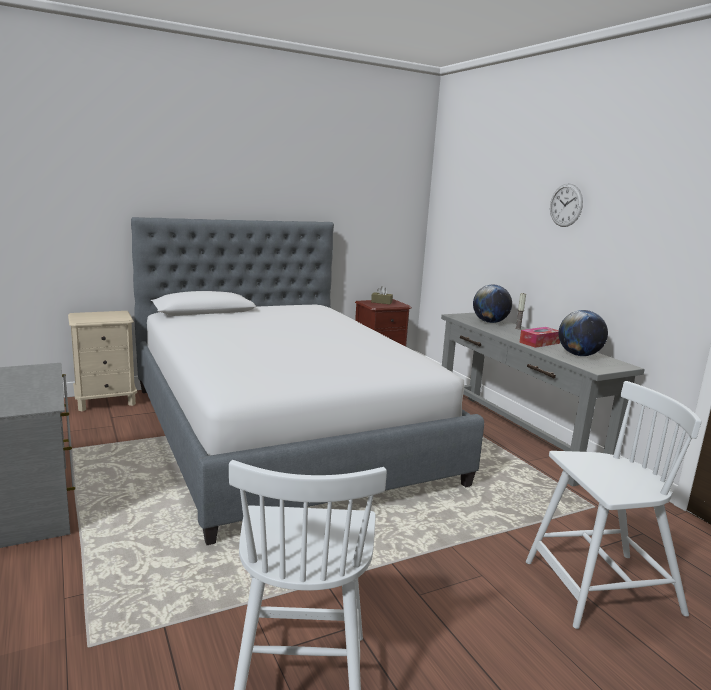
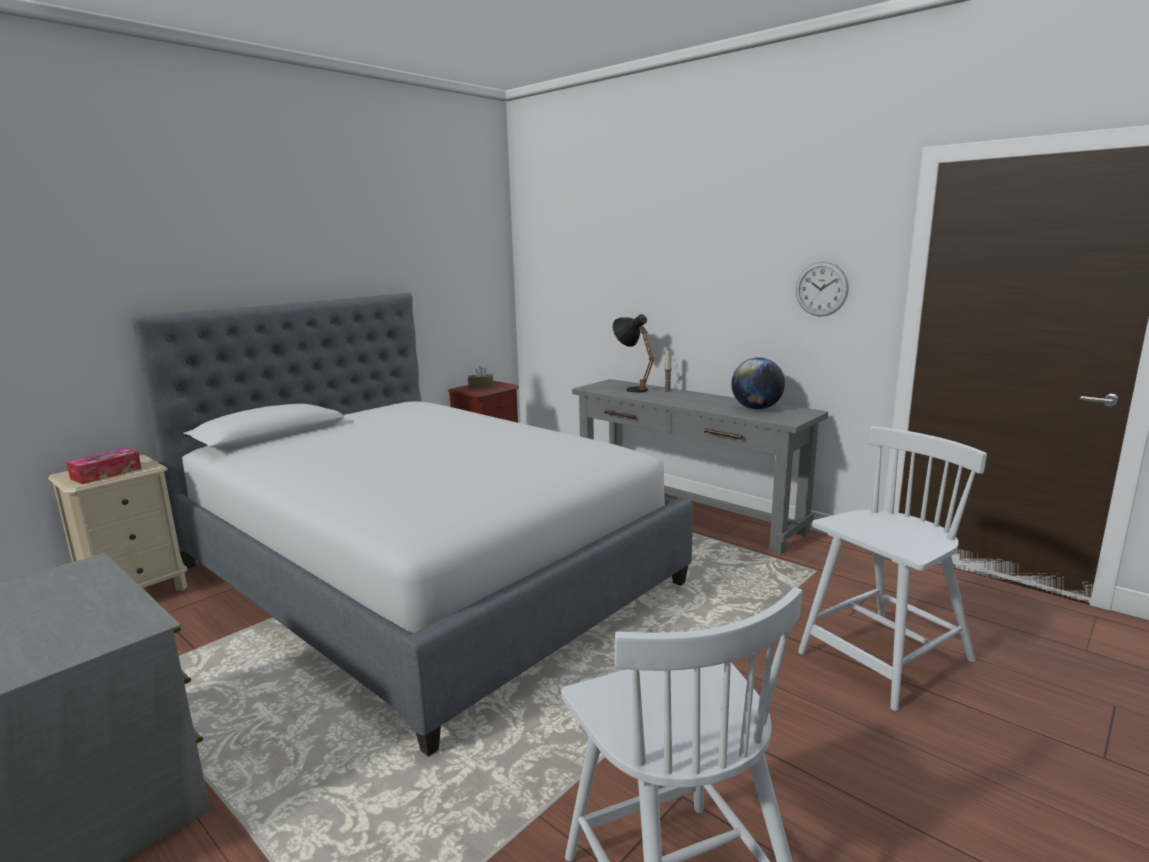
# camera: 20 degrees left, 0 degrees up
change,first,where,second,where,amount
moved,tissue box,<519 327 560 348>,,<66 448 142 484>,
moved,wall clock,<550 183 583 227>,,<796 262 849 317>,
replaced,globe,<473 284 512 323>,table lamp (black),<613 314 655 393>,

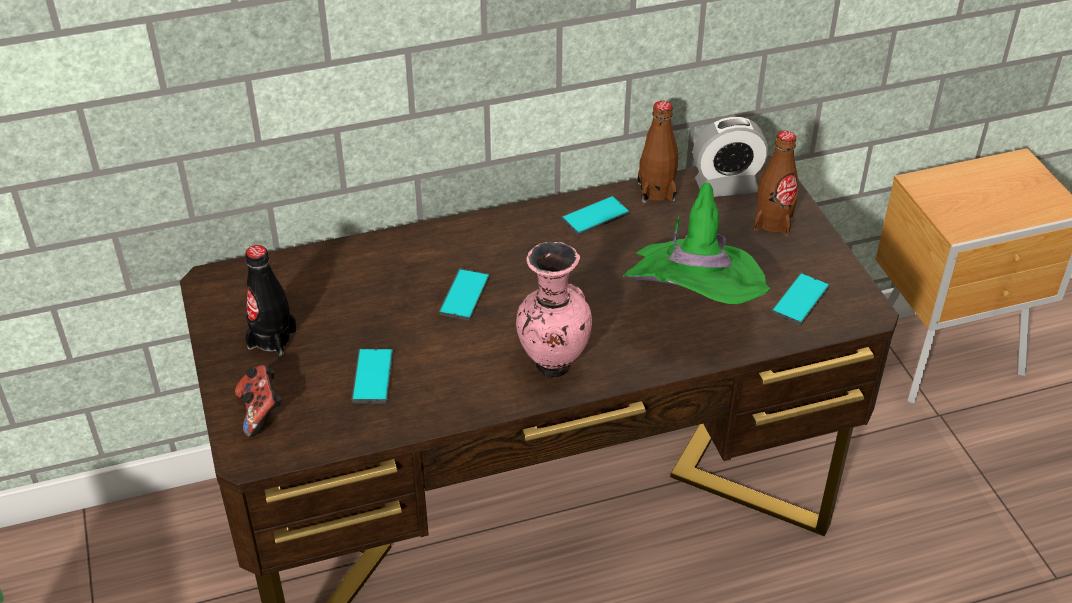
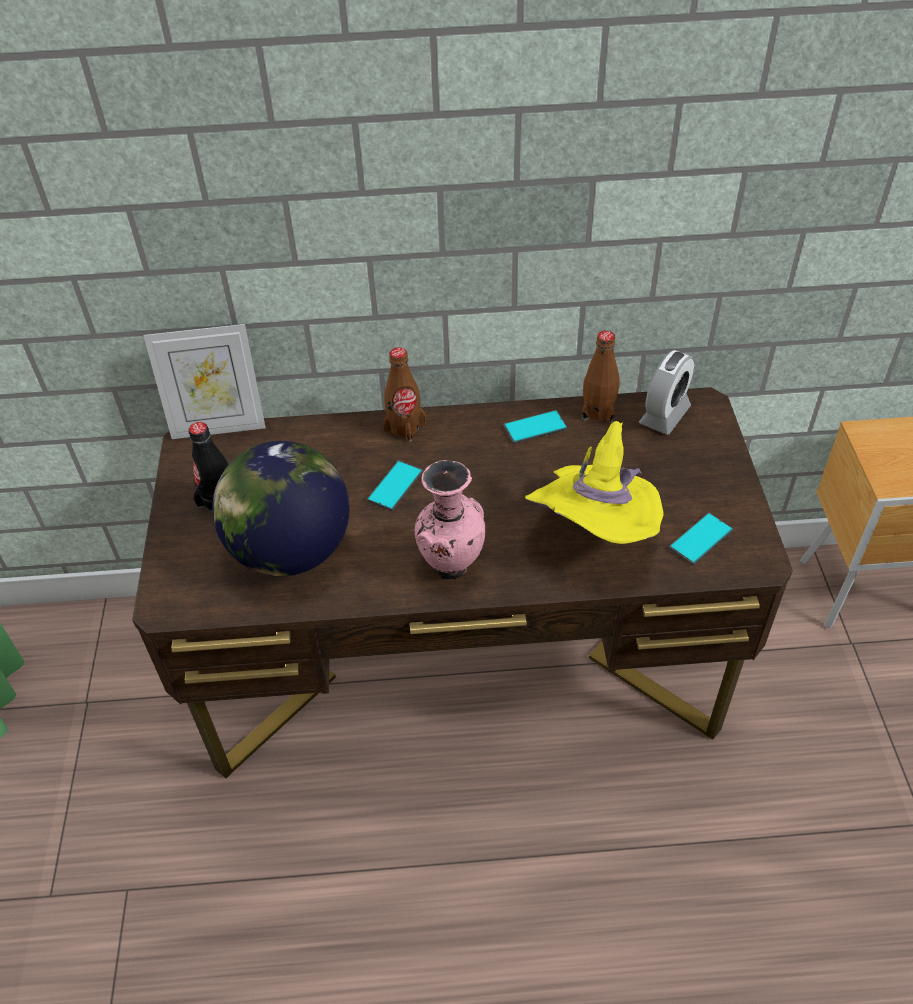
# camera: 15 degrees right, 5 degrees up
change,first,where,second,where,amount
removed,game controller,<235 365 282 437>,,,
added,,,picture frame,<143 324 266 439>,
moved,bottle (brown),<754 131 798 236>,,<383 347 426 442>,
replaced,phone,<351 348 393 404>,globe,<212 441 350 576>,
recoloured,hat (green),<623 182 770 304>,hat (yellow),<525 421 664 544>,
turned,alarm clock,<693 117 768 197>,,<639 350 694 435>,60 degrees counterclockwise

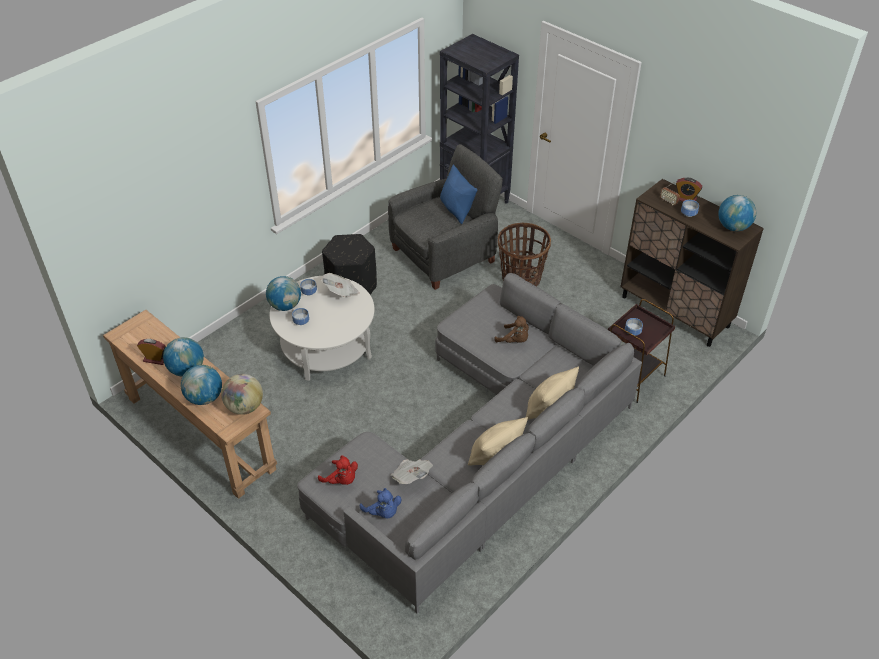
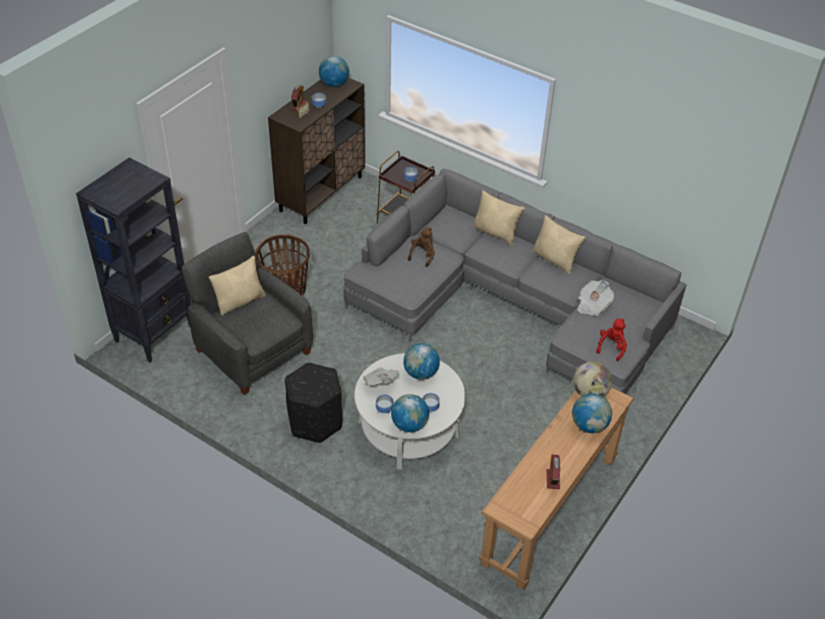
# camera: 100 degrees left, 0 degrees up
change,first,where,second,where,amount
removed,plush toy (blue),<360 488 401 519>,,,
moved,globe,<163 337 204 377>,,<403 343 440 380>,
recoloured,pillow (blue),<440 165 477 224>,pillow (beige),<209 256 266 315>,

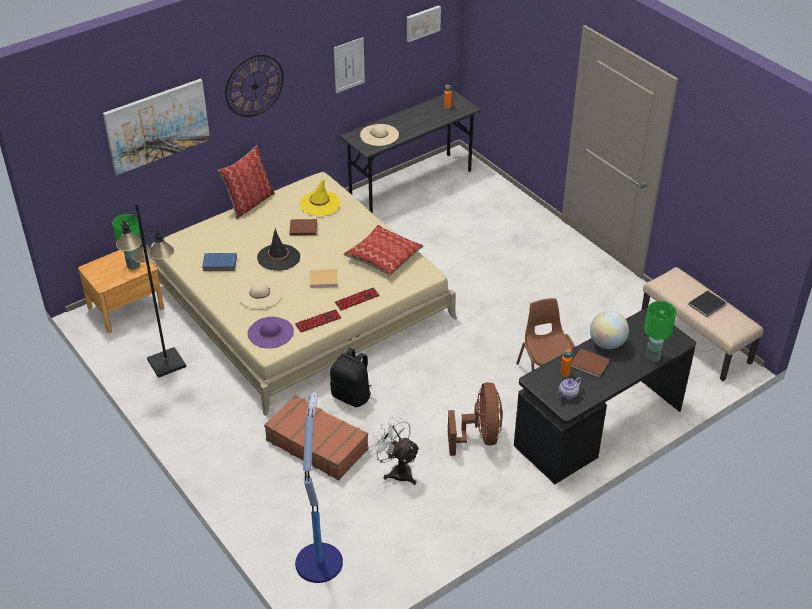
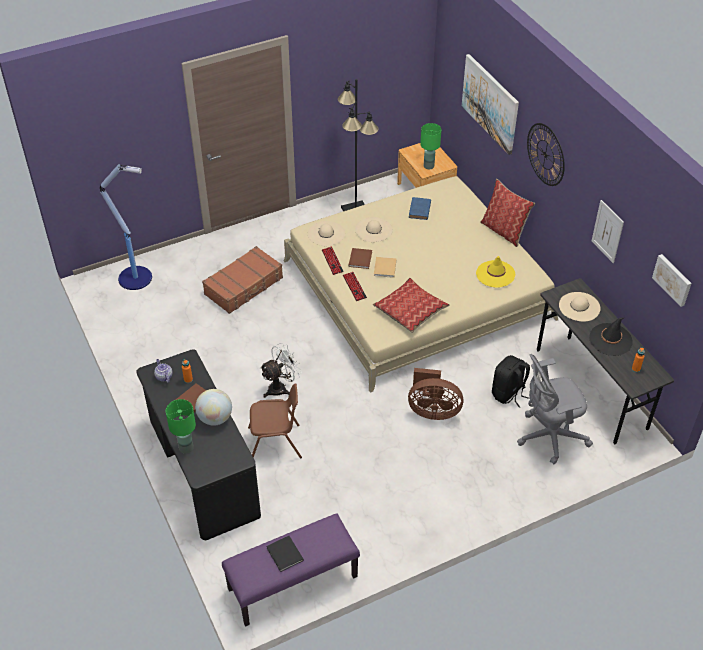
# camera: 100 degrees right, 5 degrees up
change,first,where,second,where,amount
added,,,office chair (grey),<517 354 593 465>,
moved,hat (black),<257 228 300 271>,,<589 318 633 356>,
moved,book (brown),<289 219 317 236>,,<349 248 372 269>,
moved,backpack (black),<330 348 372 407>,,<492 355 530 408>,
moved,fan (white),<370 417 420 485>,,<260 343 302 398>,
moved,fan (brown),<448 382 503 456>,,<408 368 463 420>,
recoloured,hat (purple),<248 317 294 349>,hat (beige),<308 221 345 246>,
recoloured,bench (beige),<641 267 764 381>,bench (purple),<222 513 360 626>,

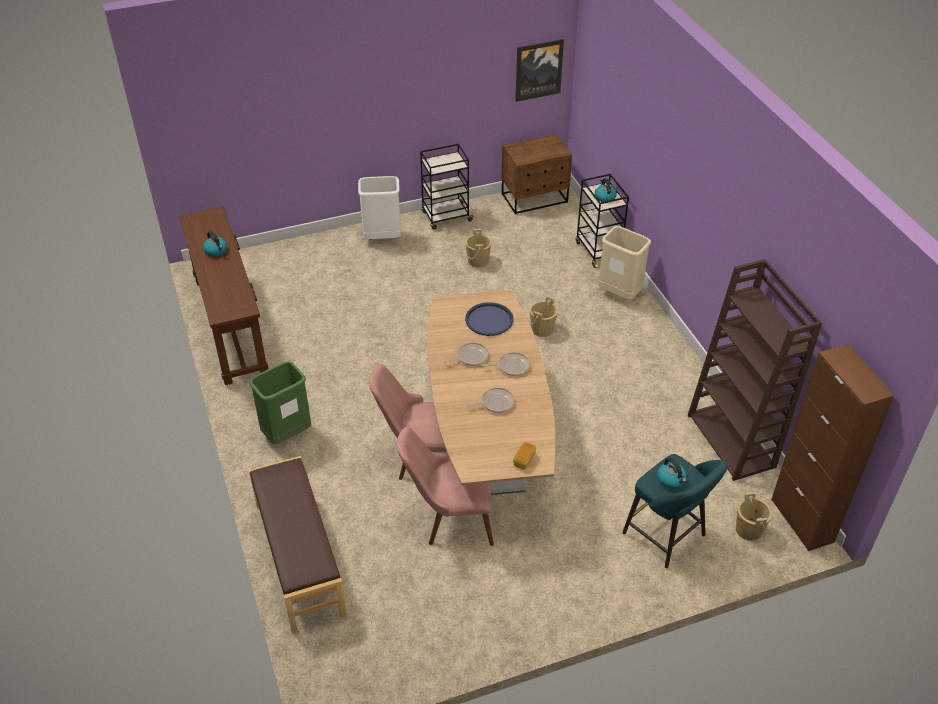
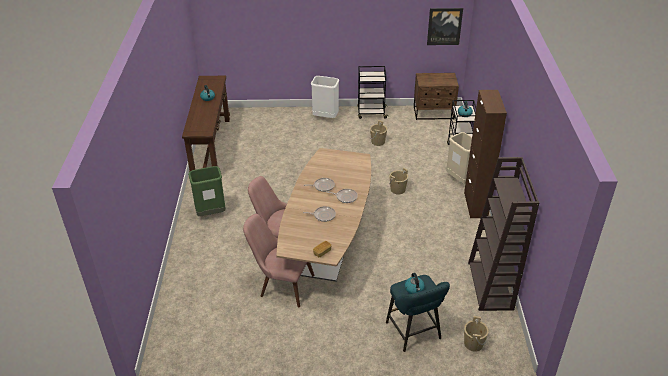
# camera: 20 degrees right, 5 degrees down
change,first,where,second,where,amount
removed,bench (brown),<249 456 347 633>,,,
removed,tray (blue),<465 302 514 336>,,,
moved,cabinet (brown),<771 344 895 551>,,<464 90 507 218>,

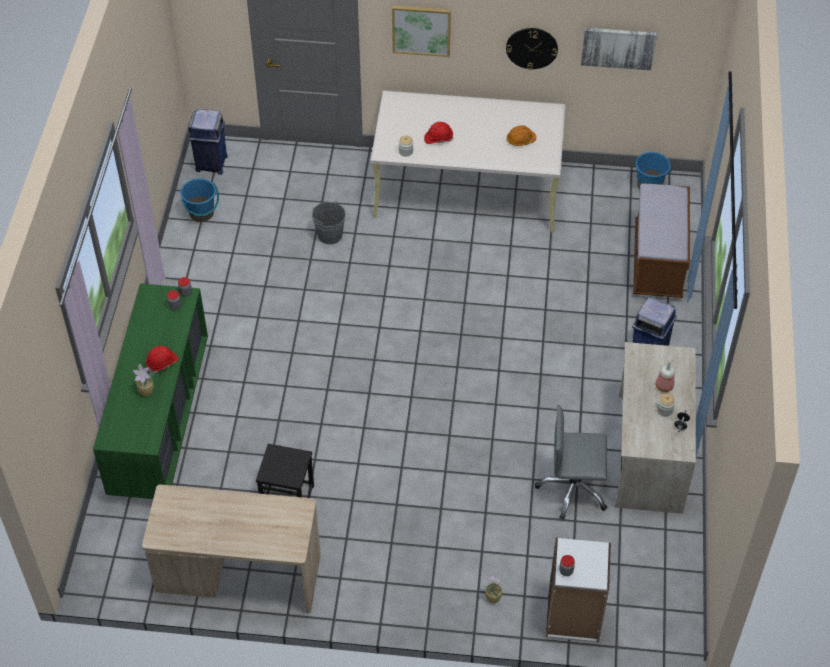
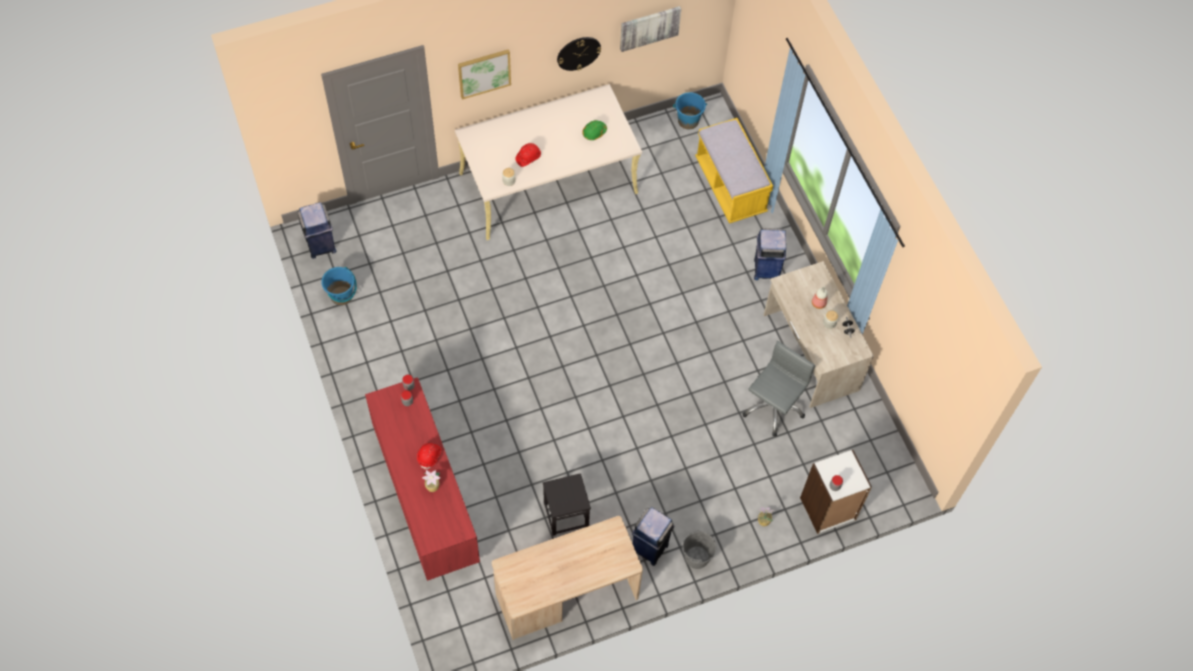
# camera: 30 degrees left, 10 degrees up
change,first,where,second,where,amount
added,,,trash can (blue),<632 507 675 566>,
moved,bucket (grey),<312 201 346 244>,,<682 530 716 569>,
recoloured,dresser (green),<93 283 208 499>,dresser (red),<365 377 480 581>,
recoloured,hard hat (orange),<507 125 536 146>,hard hat (green),<582 120 607 140>,
recoloured,bench (brown),<633 183 690 298>,bench (yellow),<695 118 773 223>,
turned,office chair (grey),<535 405 607 520>,,<742 341 815 436>,150 degrees clockwise

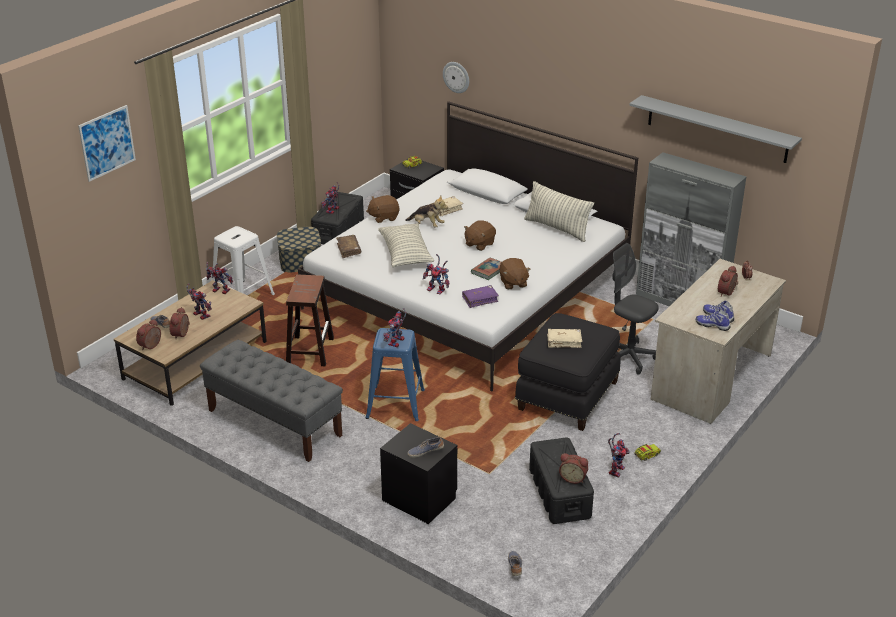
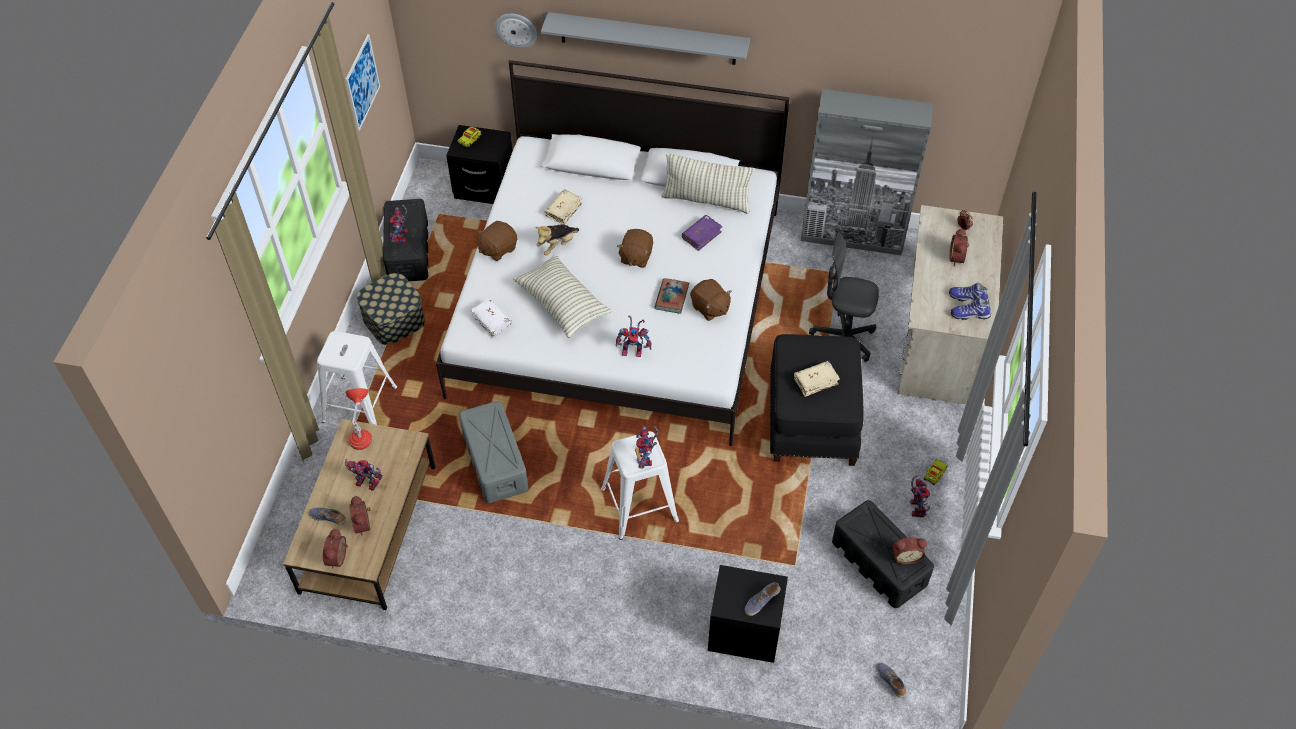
# camera: 25 degrees left, 20 degrees up
change,first,where,second,where,amount
removed,bench (grey),<200 340 343 462>,,,
moved,picture,<78 105 136 182>,,<345 34 380 131>,
moved,book (purple),<462 285 499 308>,,<682 215 723 251>,
moved,shelf (grey),<629 95 802 163>,,<541 12 750 65>,
replaced,toy robot,<206 262 233 294>,table lamp (red),<345 388 372 450>,
replaced,stool (brown),<286 275 334 366>,storage box (grey),<459 401 528 503>,
recoloured,book (brown),<336 235 361 258>,book (white),<470 298 513 338>,
recoloured,stool (blue),<366 328 425 421>,stool (white),<601 431 679 540>,
turned,plush toy,<405 196 448 228>,,<536 224 579 256>,135 degrees clockwise

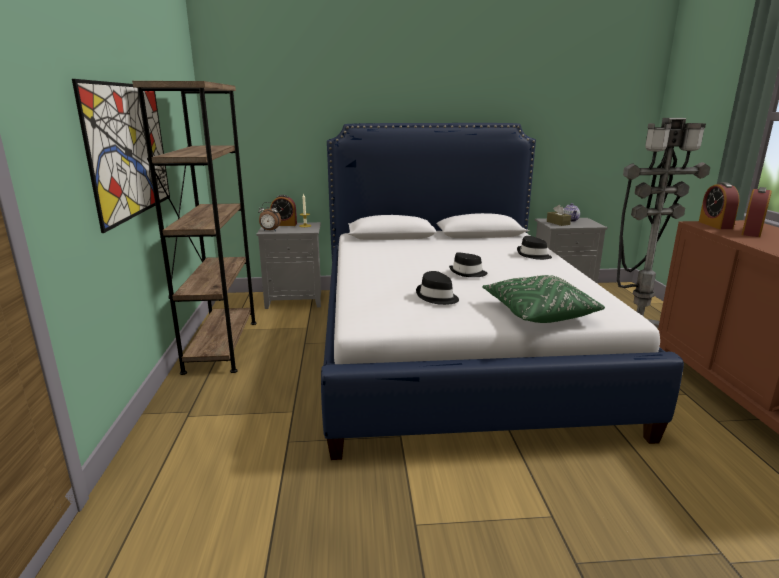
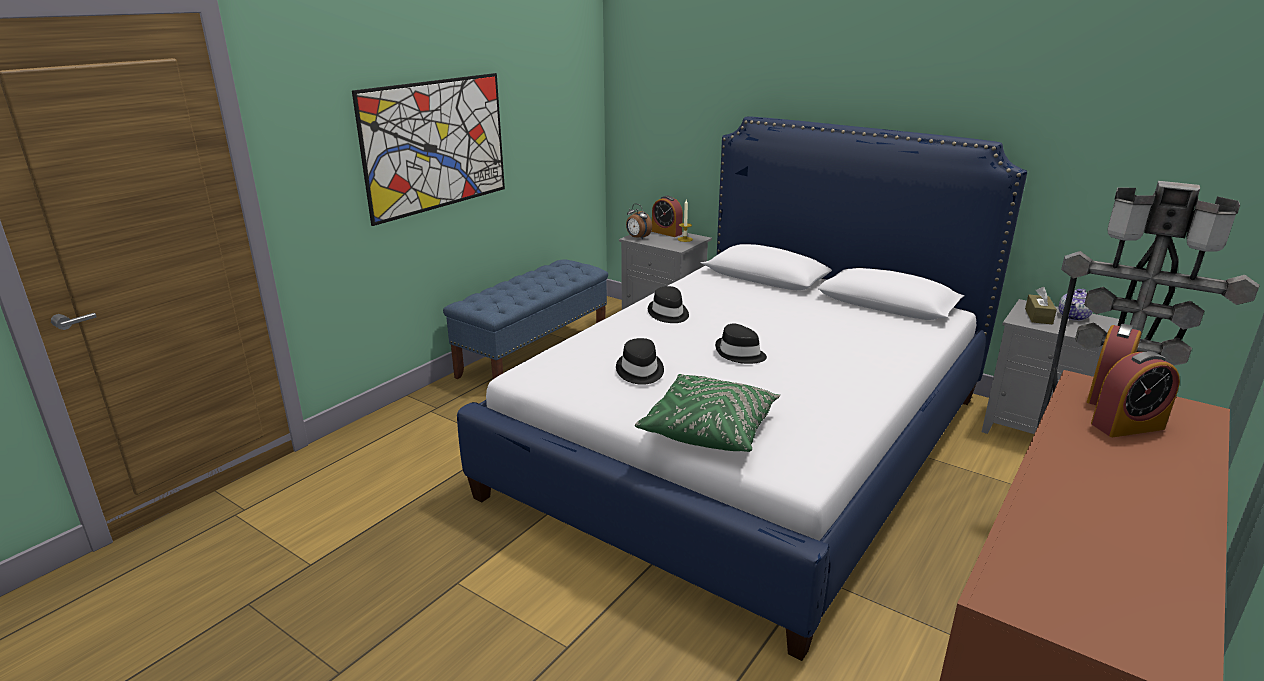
# camera: 40 degrees right, 5 degrees up
change,first,where,second,where,amount
moved,hat (black),<517 236 552 260>,,<648 286 689 323>,
replaced,bookcase (brown),<132 81 257 375>,bench (blue),<443 260 608 379>,

